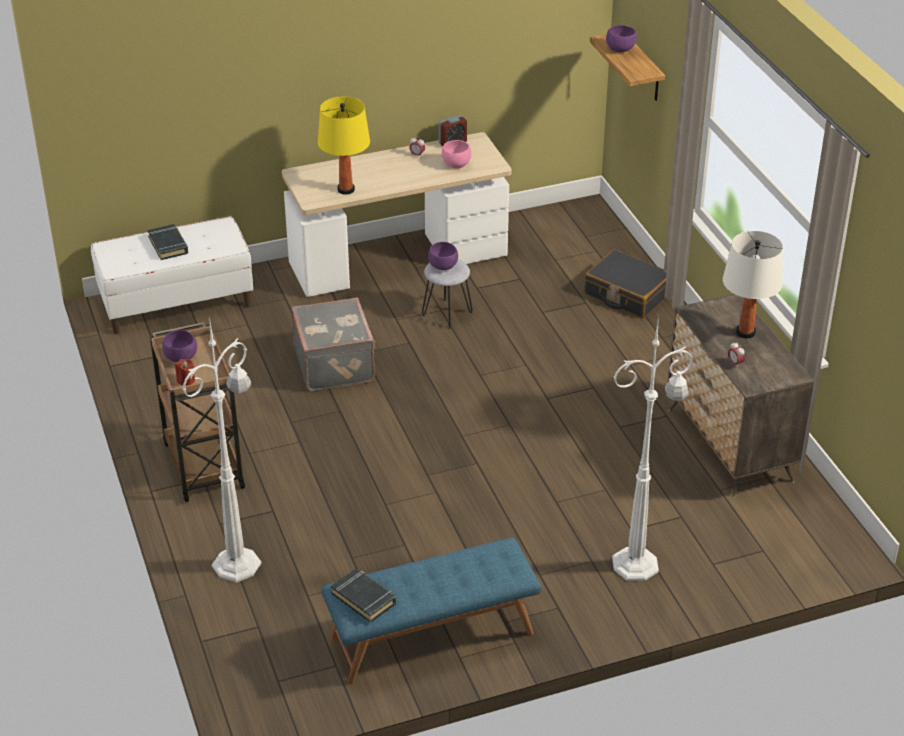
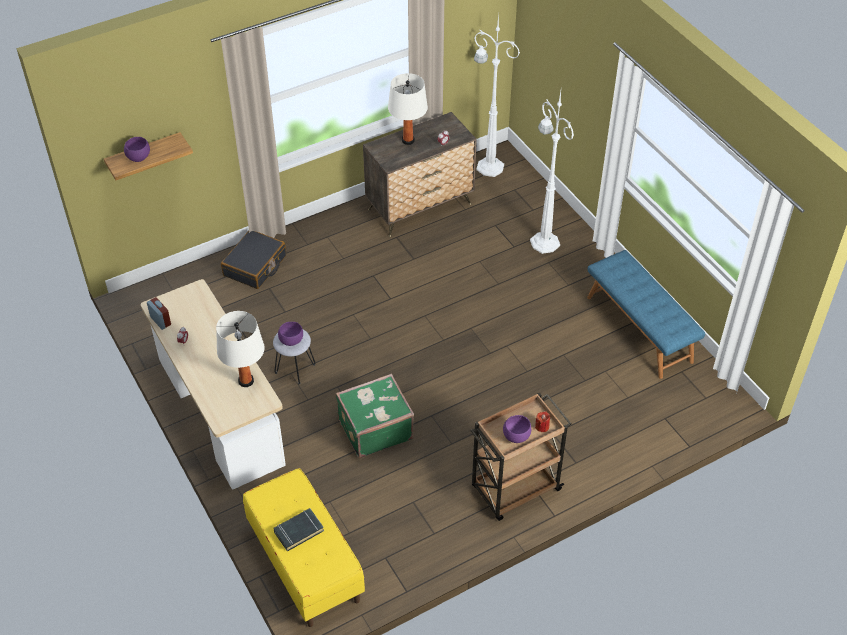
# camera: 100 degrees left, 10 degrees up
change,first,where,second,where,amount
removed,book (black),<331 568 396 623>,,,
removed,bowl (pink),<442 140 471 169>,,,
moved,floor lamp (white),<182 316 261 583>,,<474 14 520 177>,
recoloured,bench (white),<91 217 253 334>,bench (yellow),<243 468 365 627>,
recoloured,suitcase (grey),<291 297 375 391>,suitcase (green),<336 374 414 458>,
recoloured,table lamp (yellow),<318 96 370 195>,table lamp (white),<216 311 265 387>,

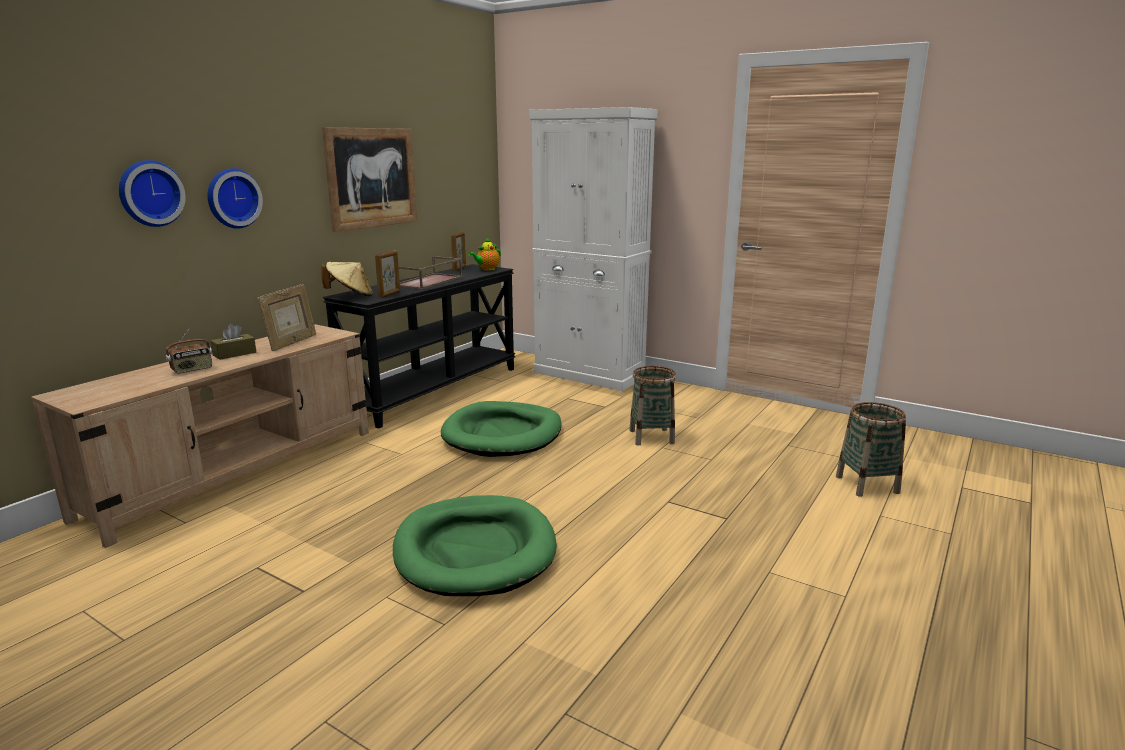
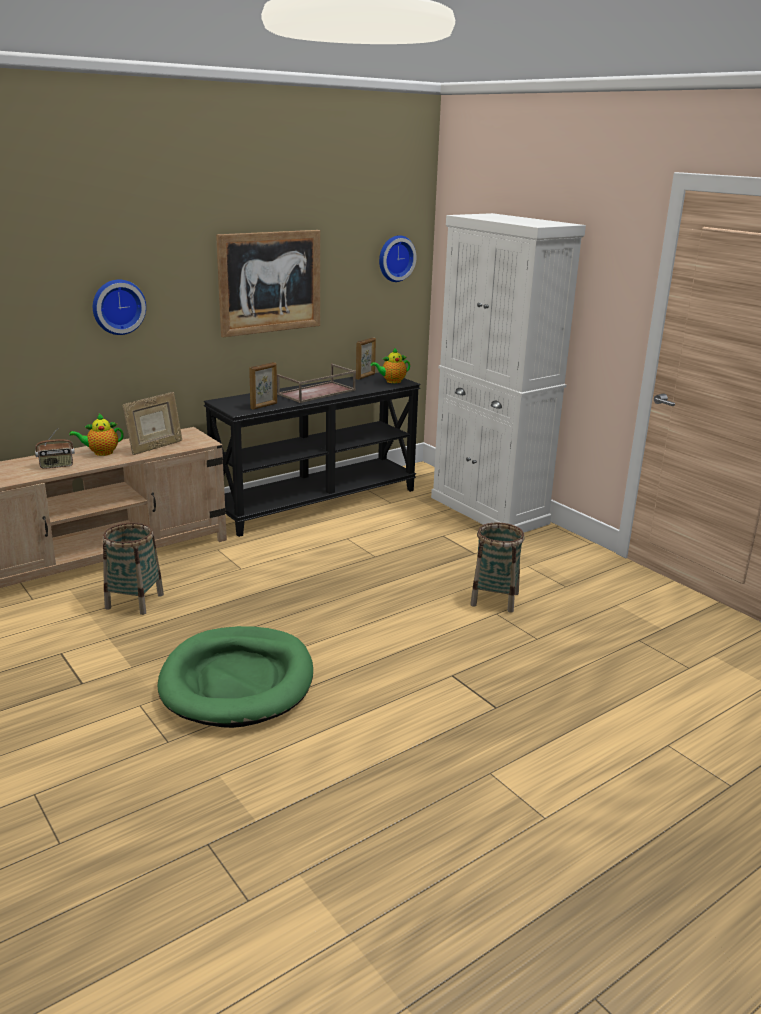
# camera: 20 degrees right, 5 degrees up
change,first,where,second,where,amount
removed,hat (beige),<321 262 373 296>,,,
removed,dog bed (green),<441 401 562 457>,,,
moved,wall clock,<119 160 186 227>,,<379 235 417 282>,
moved,basket,<836 402 906 497>,,<103 522 164 615>,
replaced,tissue box (brown),<210 324 256 360>,teapot,<69 414 124 456>,

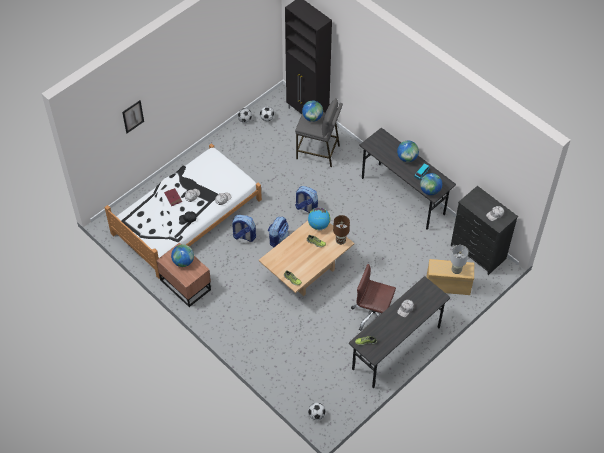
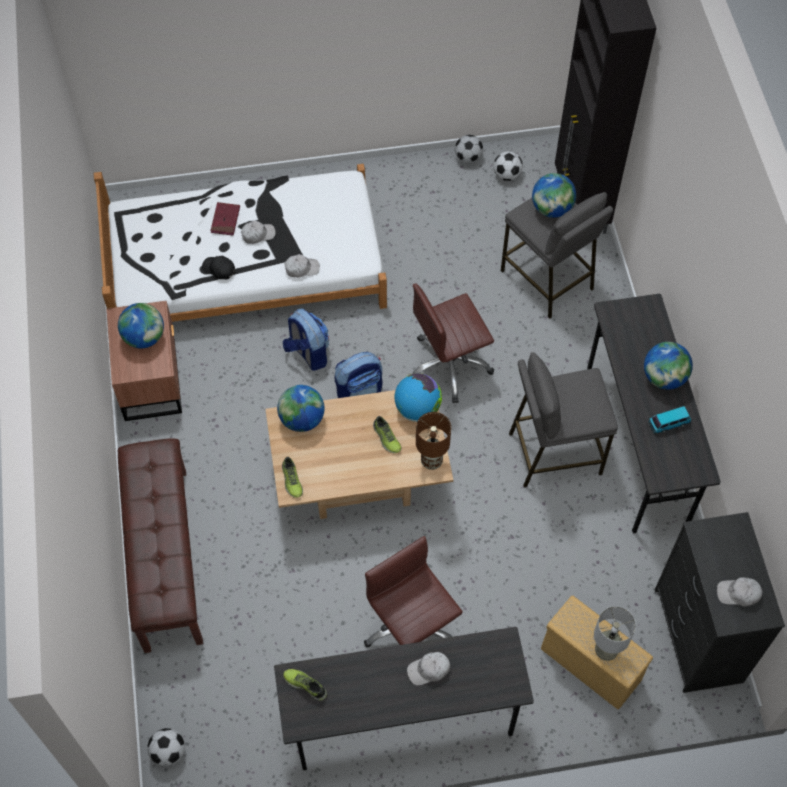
# camera: 35 degrees right, 5 degrees up
change,first,where,second,where,amount
removed,picture,<122 100 144 133>,,,
added,,,bench (brown),<118 438 203 653>,
added,,,stool (grey),<509 352 618 488>,
moved,globe,<420 173 442 195>,,<277 385 325 432>,
replaced,backpack,<295 186 318 213>,office chair (brown),<412 284 494 403>,

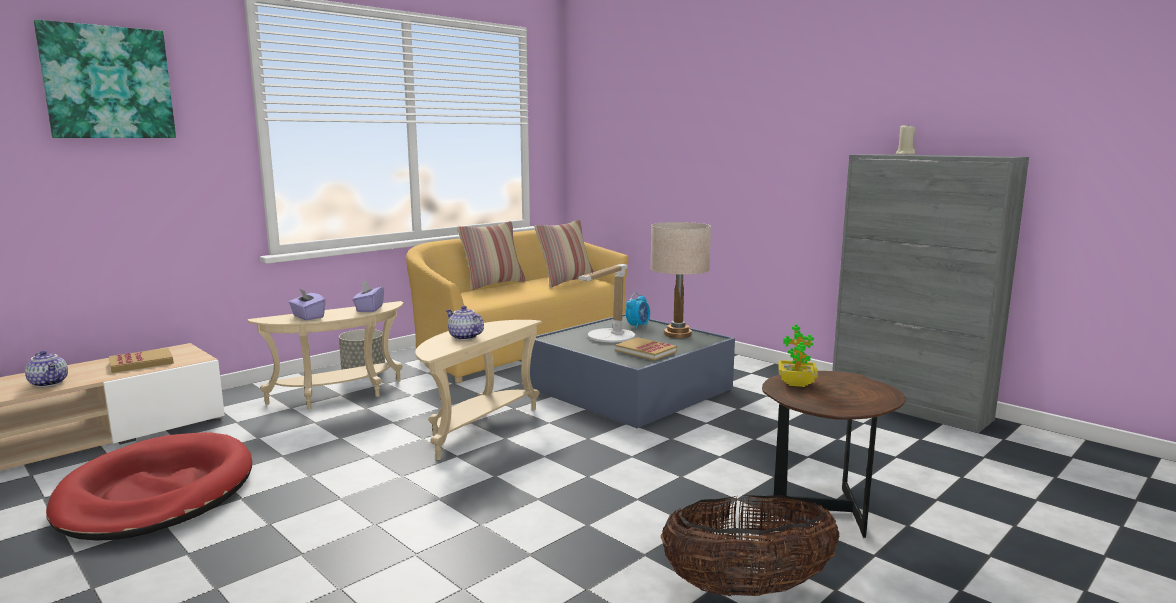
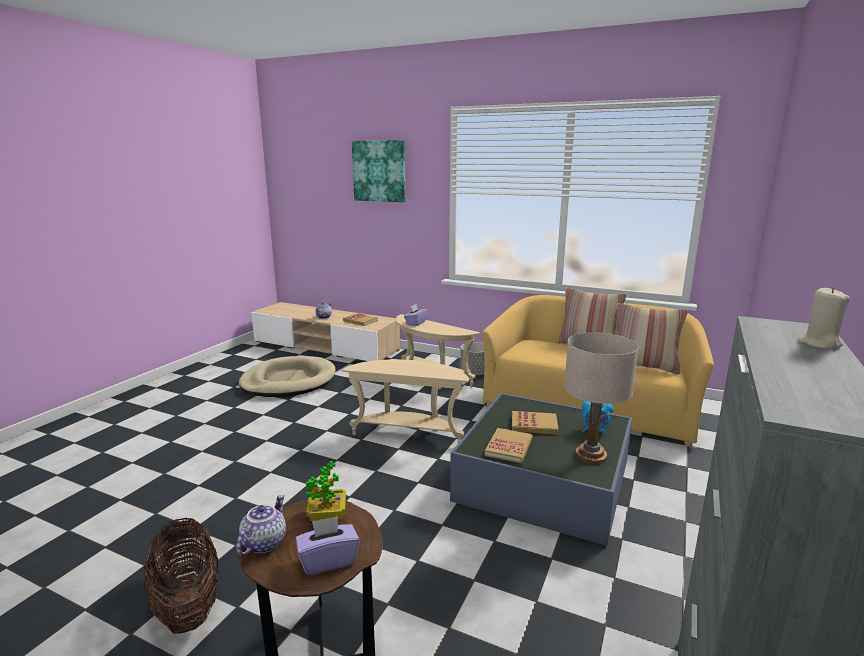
# camera: 70 degrees right, 5 degrees up
change,first,where,second,where,amount
moved,tissue box (purple),<353 281 384 312>,,<296 516 360 575>,
moved,teapot,<446 306 484 340>,,<236 495 286 556>,
replaced,table lamp,<578 264 635 342>,book,<512 411 559 435>,
recoloured,dog bed (red),<46 432 252 541>,dog bed (beige),<239 356 336 397>,

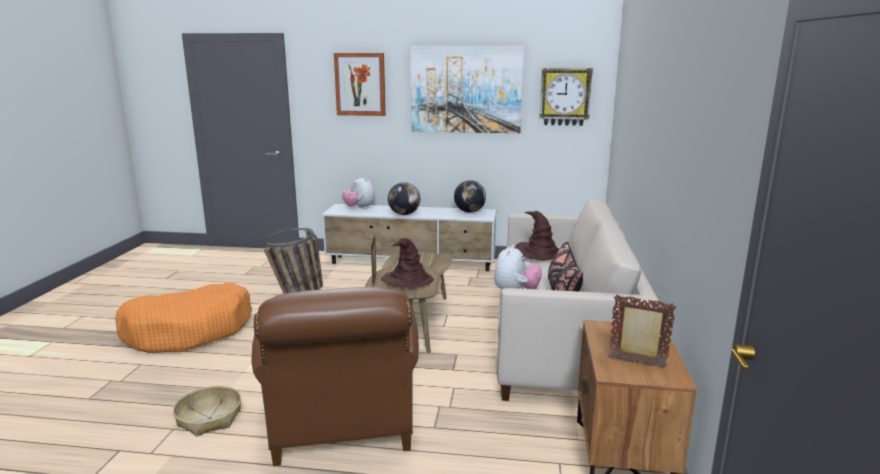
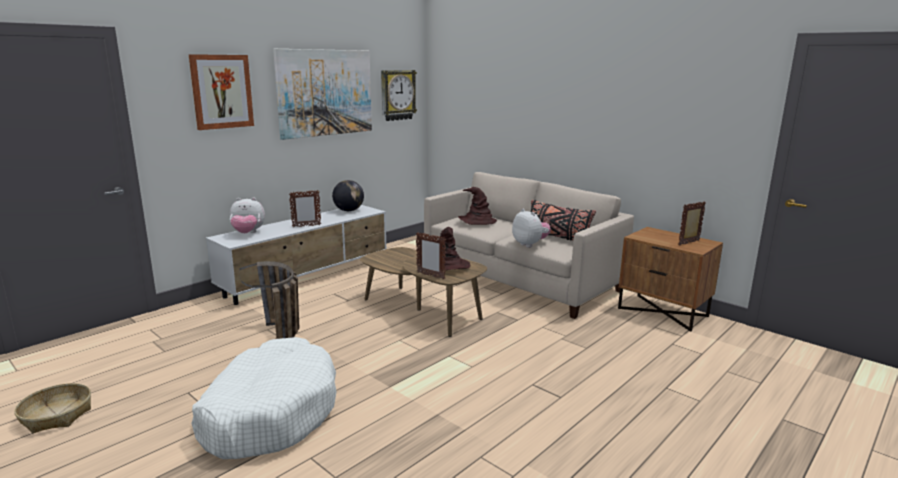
# camera: 55 degrees left, 0 degrees up
change,first,where,second,where,amount
removed,armchair (brown),<252 287 419 466>,,,
moved,basket,<173 386 241 436>,,<14 383 91 433>,
replaced,globe,<388 182 420 215>,picture frame,<289 190 321 227>,
recoloured,dog bed (orange),<115 283 252 353>,dog bed (white),<191 337 337 459>,

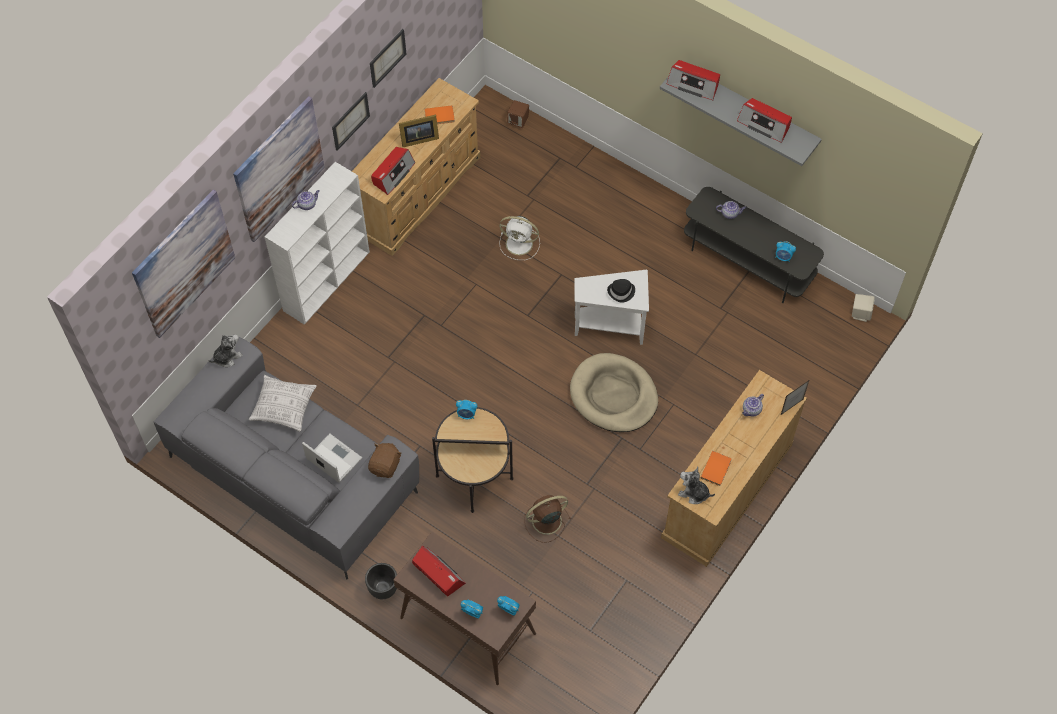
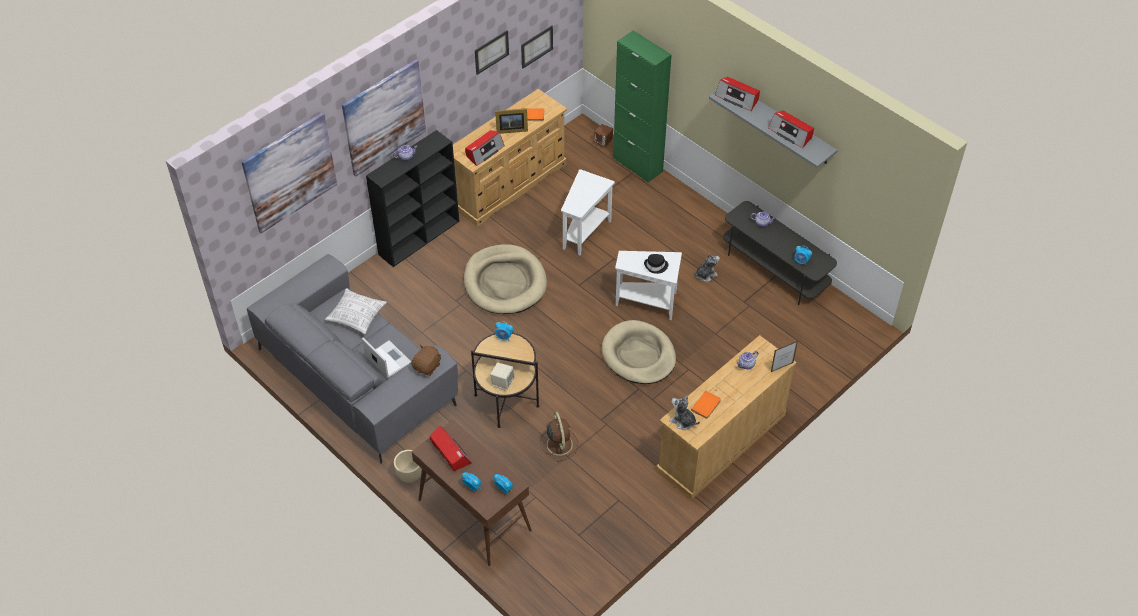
# camera: 10 degrees right, 10 degrees down
change,first,where,second,where,amount
added,,,dog bed (beige),<464 244 547 314>,
added,,,cabinet (green),<613 30 672 182>,
moved,plush toy,<209 335 243 367>,,<694 253 720 282>,
moved,picture,<332 92 370 151>,,<521 26 553 68>,
moved,speaker (beige),<852 294 875 322>,,<490 362 515 391>,
replaced,fan (white),<499 216 540 260>,side table (white),<561 169 615 255>,
recoloured,bookcase (white),<265 162 370 325>,bookcase (black),<366 130 459 267>,
recoloured,planter (black),<365 563 397 599>,planter (beige),<394 450 422 483>,
turned,fan (brown),<524 495 571 543>,,<540 412 578 462>,90 degrees clockwise

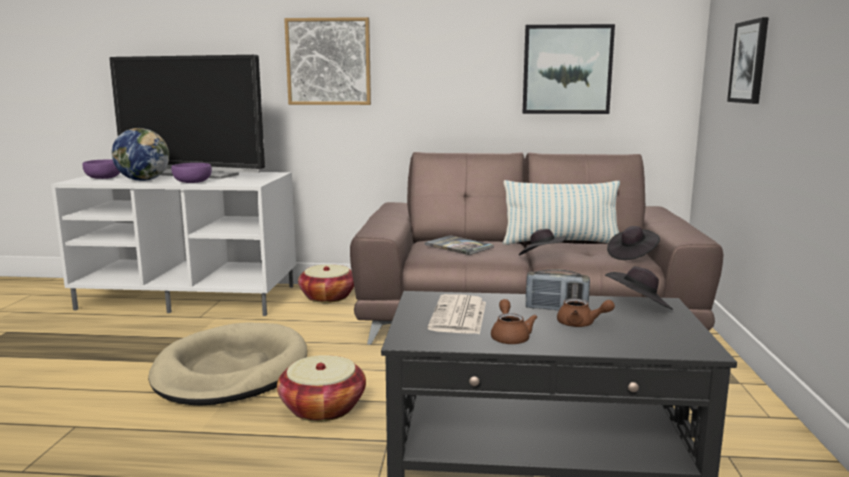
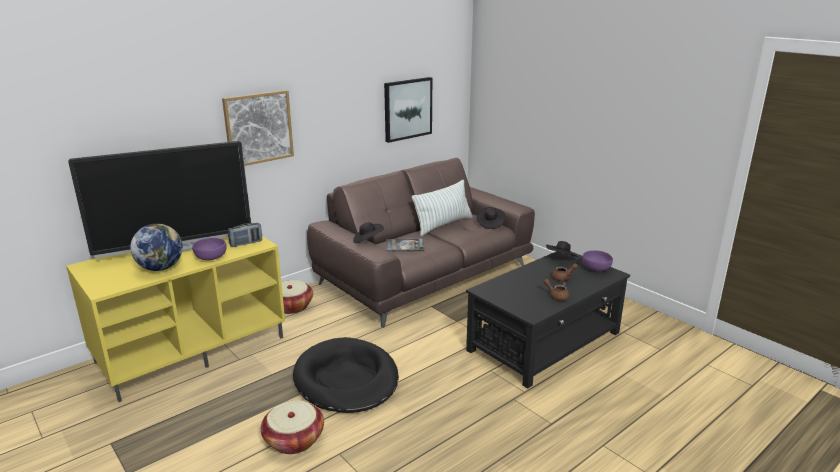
# camera: 45 degrees left, 10 degrees up
change,first,where,second,where,amount
removed,newspaper,<428 294 486 334>,,,
removed,picture,<727 17 769 104>,,,
moved,bowl (purple),<83 159 121 179>,,<582 250 613 271>,
moved,basket,<277 355 366 422>,,<261 400 324 454>,
moved,hat (black),<519 229 567 255>,,<353 222 384 243>,
moved,radio,<526 269 590 310>,,<228 223 262 247>,
recoloured,tv stand (white),<51 171 296 316>,tv stand (yellow),<66 236 285 402>,
recoloured,dog bed (beige),<148 322 307 406>,dog bed (black),<293 337 399 413>,

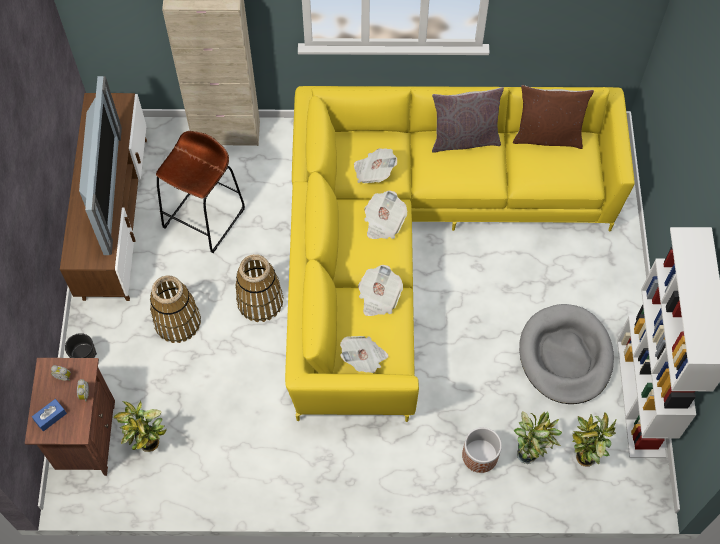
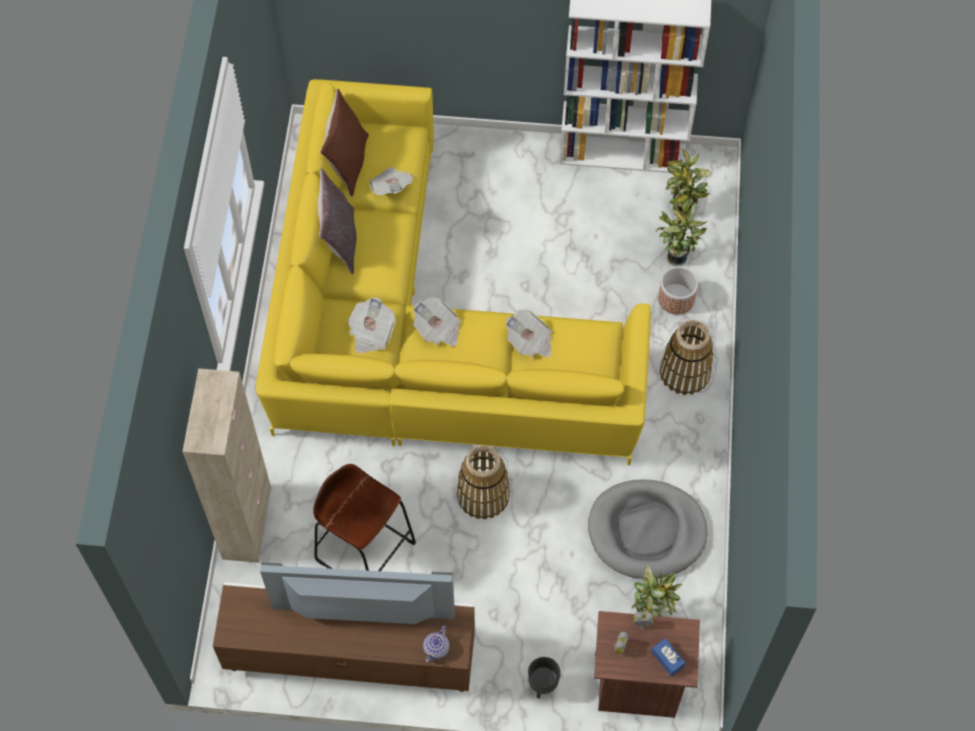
# camera: 85 degrees left, 0 degrees up
change,first,where,second,where,amount
added,,,teapot,<423 625 449 662>,
moved,basket,<150 276 201 343>,,<660 320 713 395>,
moved,newspaper,<340 336 389 373>,,<369 167 413 195>,
moved,dog bed (grey),<519 304 614 404>,,<588 480 707 579>,

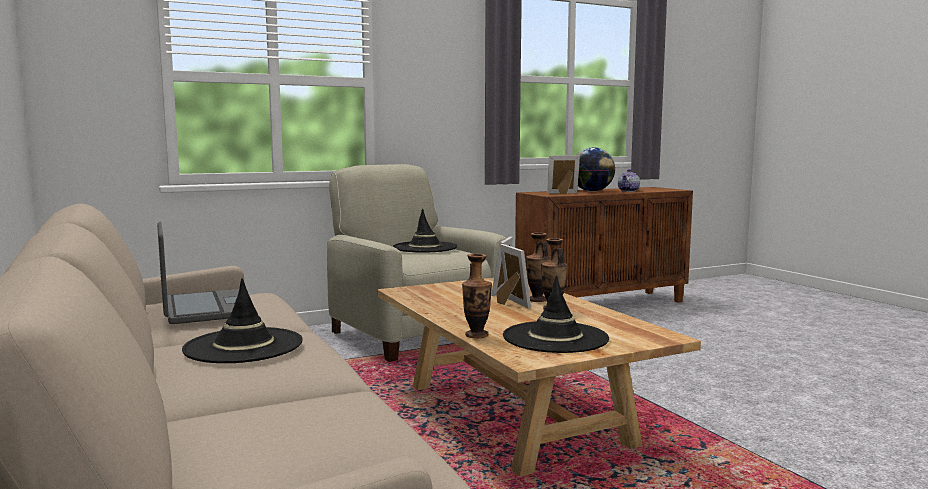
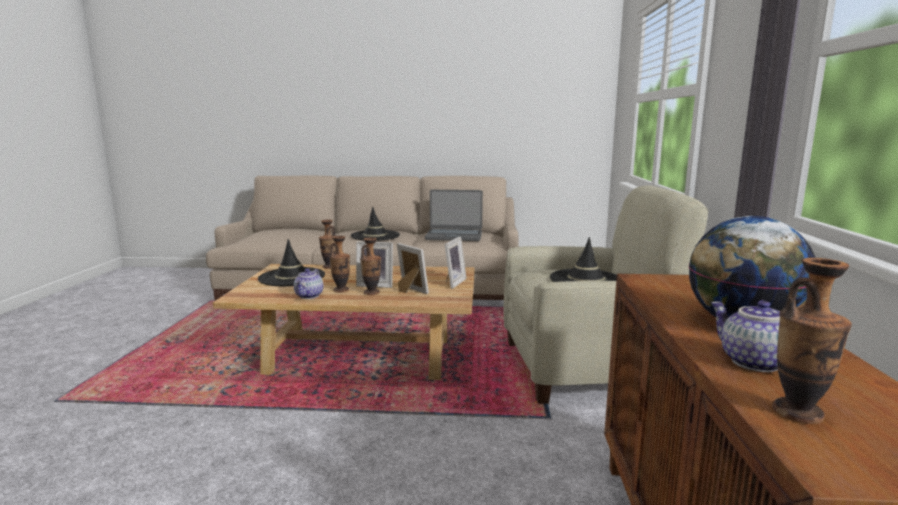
# camera: 120 degrees right, 5 degrees up
change,first,where,second,where,amount
added,,,teapot,<294 269 323 299>,
added,,,vase,<772 258 852 424>,
moved,picture frame,<547 155 580 194>,,<445 237 467 289>,

